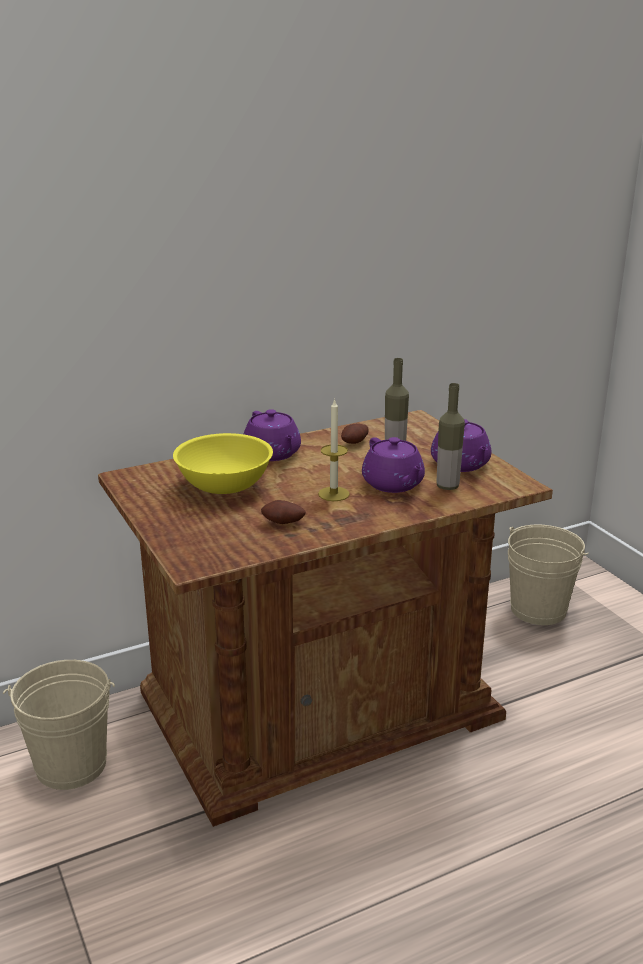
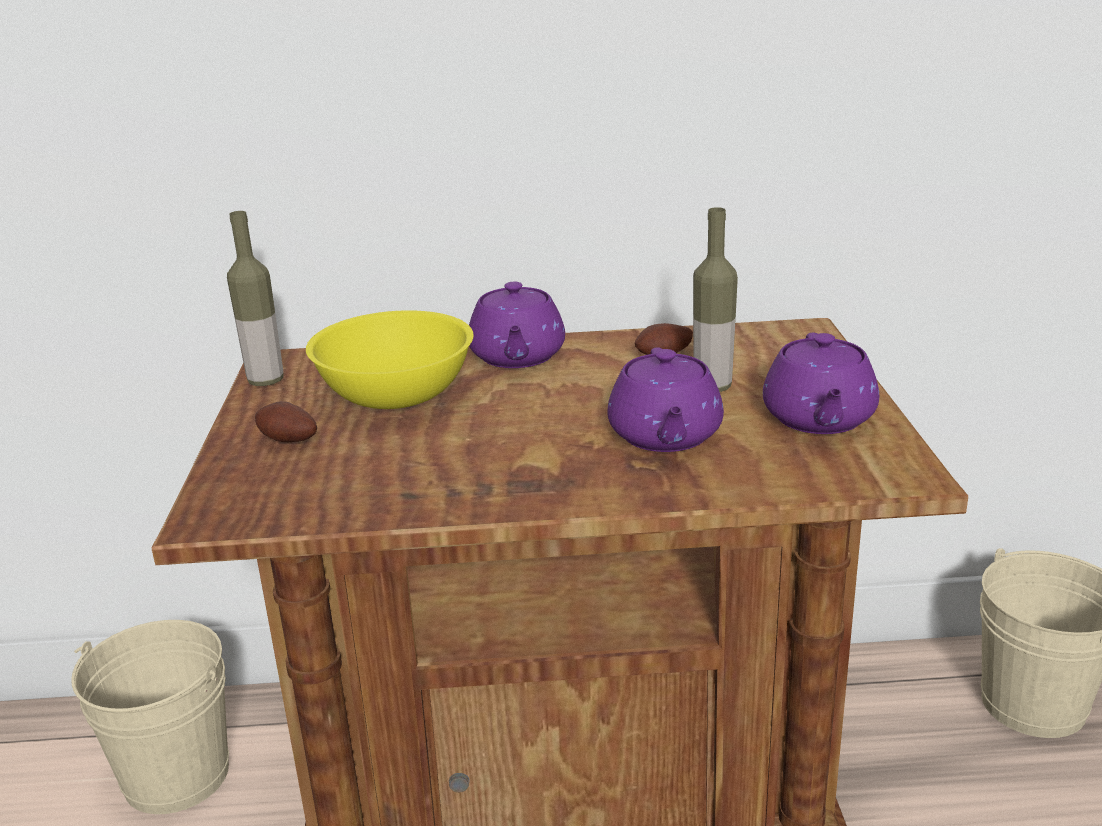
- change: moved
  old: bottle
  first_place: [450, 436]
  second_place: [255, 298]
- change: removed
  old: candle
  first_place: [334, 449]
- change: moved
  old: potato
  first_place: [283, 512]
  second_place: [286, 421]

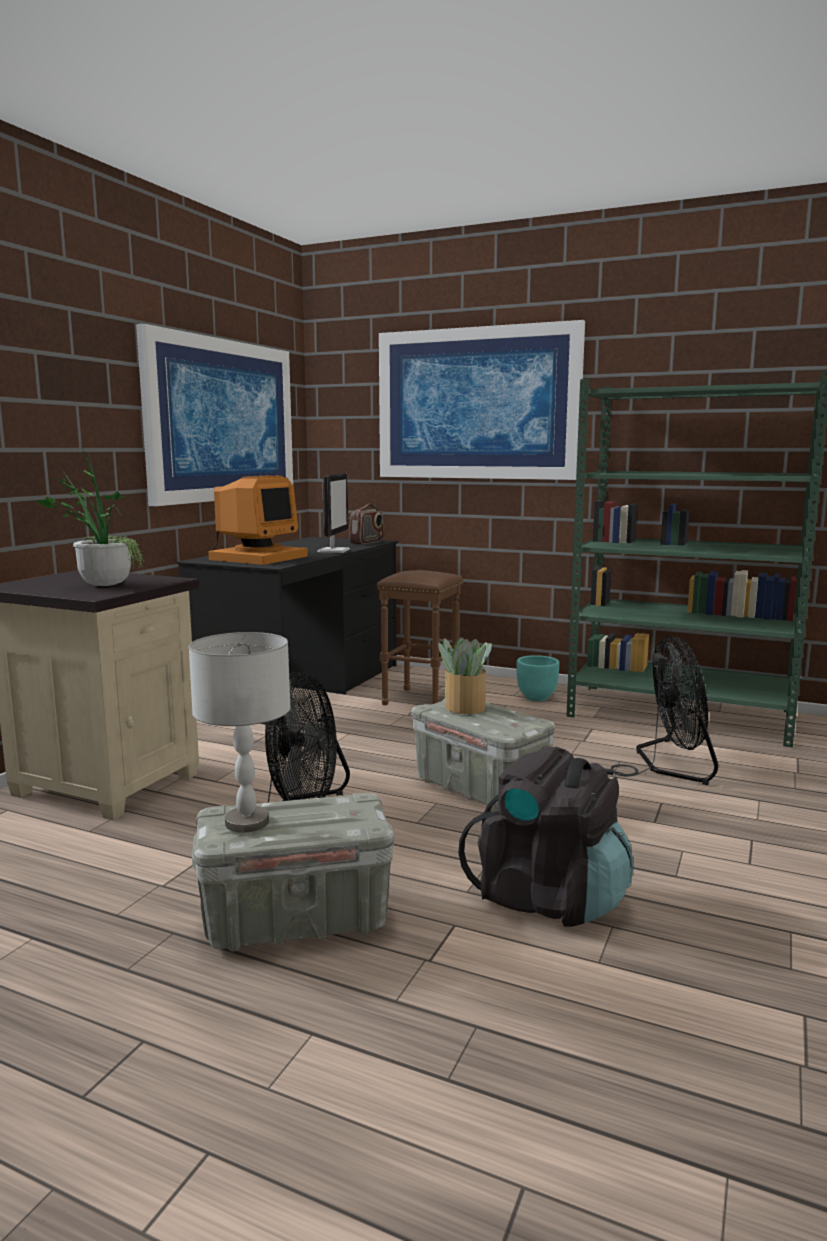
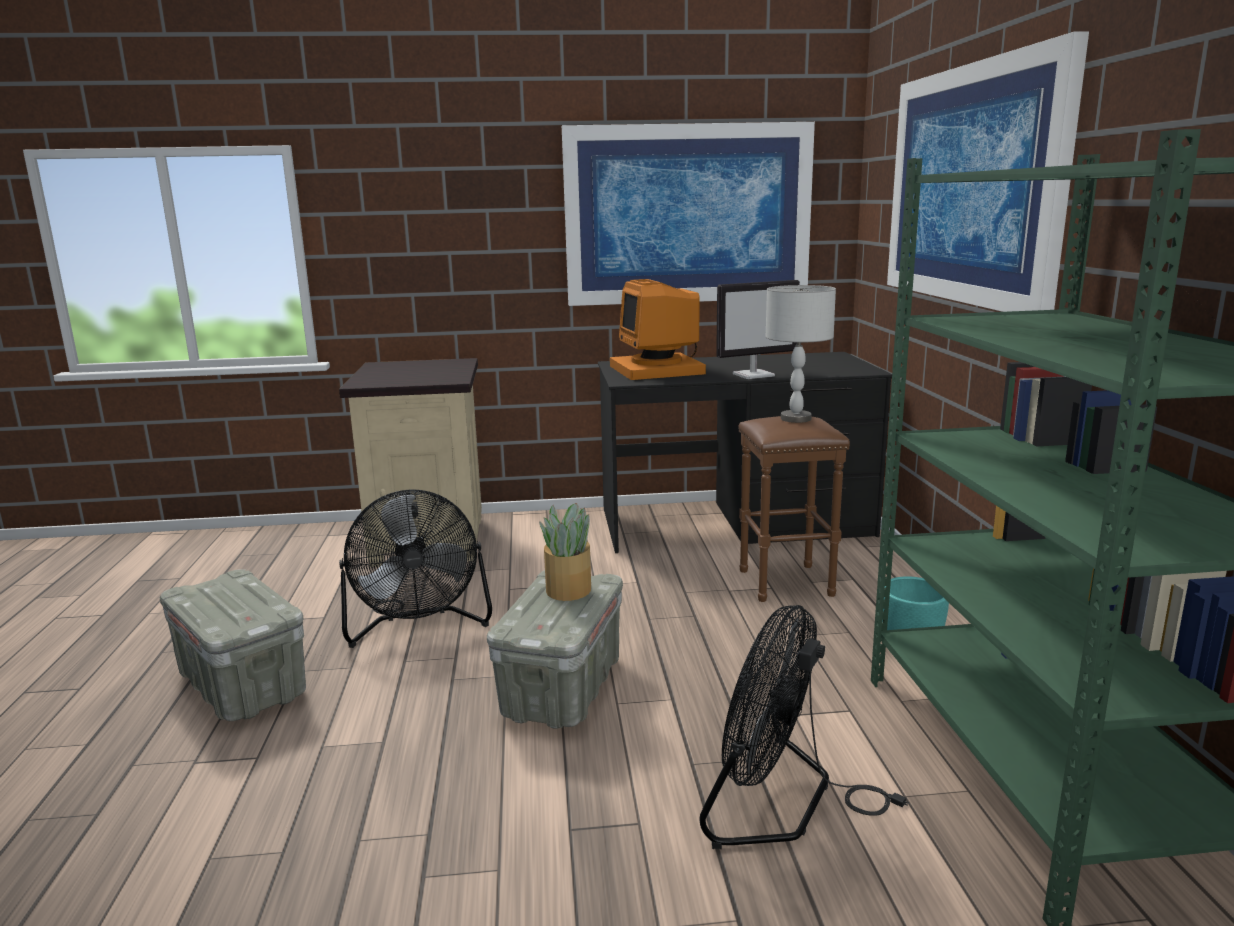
- change: removed
  old: potted plant
  first_place: [89, 512]
- change: turned
  old: monitor
  first_place: [258, 520]
  second_place: [658, 329]
  degrees: 75
- change: removed
  old: radio
  first_place: [366, 524]
- change: moved
  old: table lamp (grey)
  first_place: [240, 732]
  second_place: [800, 354]
- change: turned
  old: fan (black)
  first_place: [662, 711]
  second_place: [804, 727]
  degrees: 150
- change: removed
  old: backpack (black)
  first_place: [545, 837]

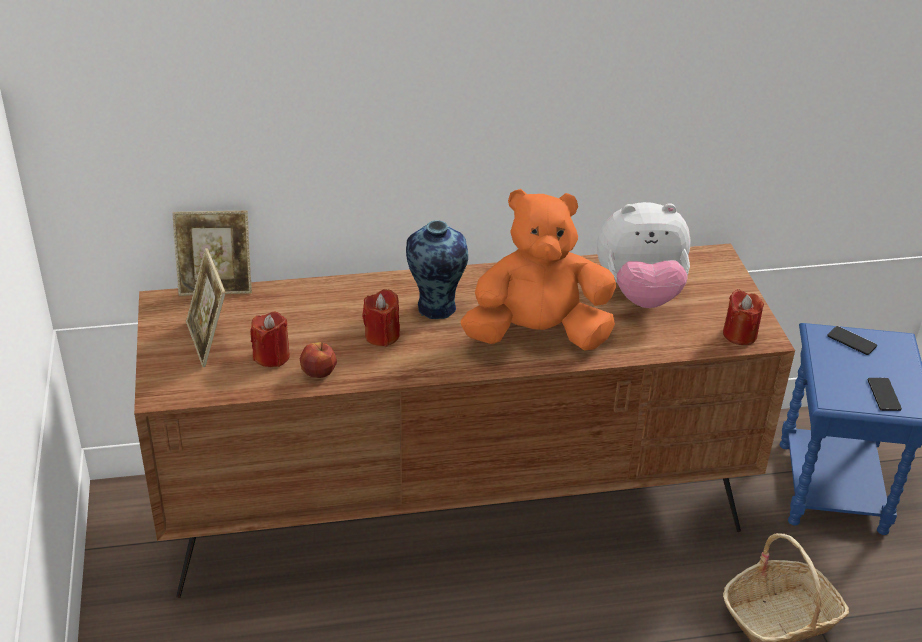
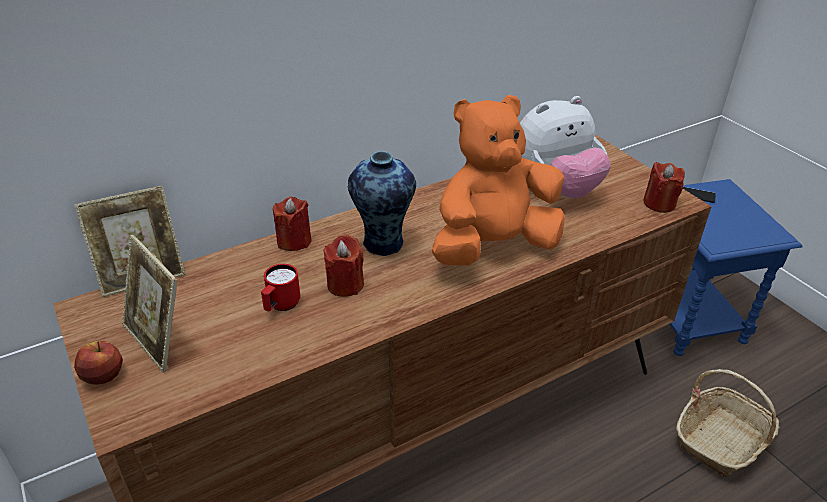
- change: moved
  old: candle (red)
  first_place: [270, 339]
  second_place: [292, 224]
- change: moved
  old: apple
  first_place: [318, 360]
  second_place: [98, 363]
- change: removed
  old: phone
  first_place: [884, 394]
- change: added
  new: mug (red)
  second_place: [280, 287]

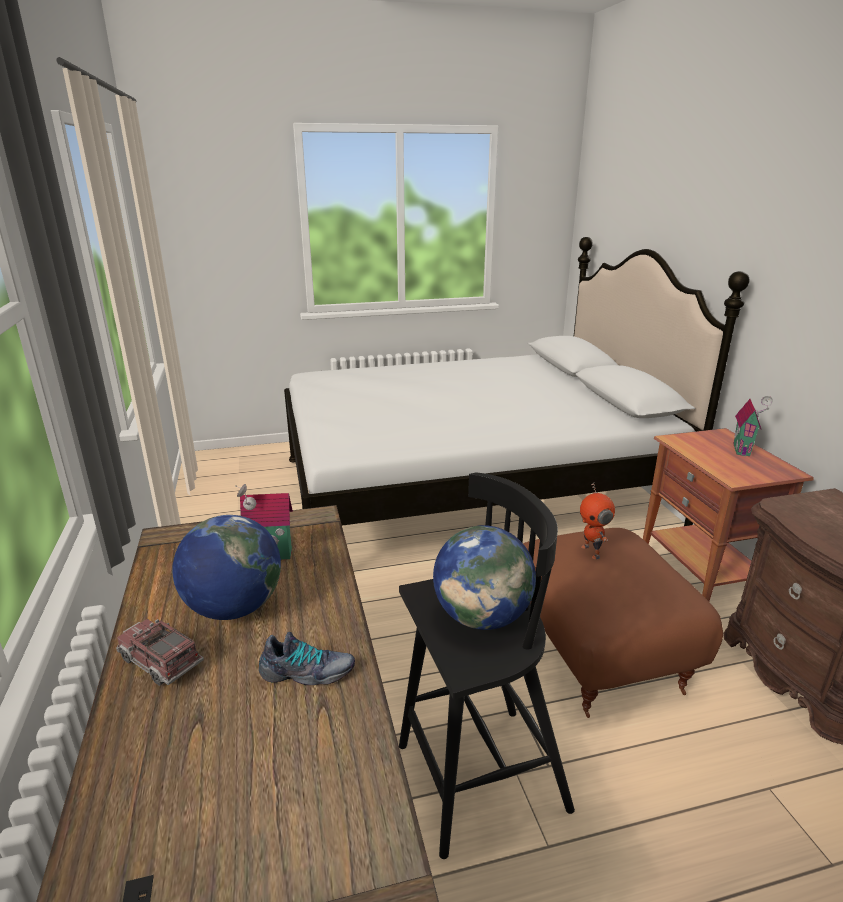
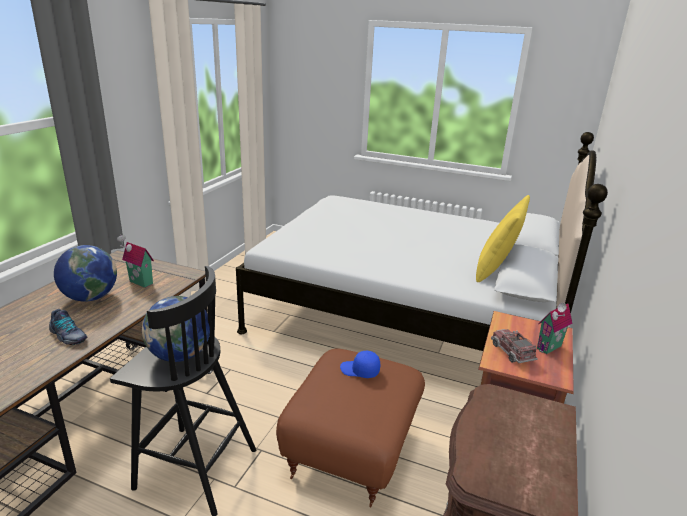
- change: replaced
  old: toy robot
  new: cap (blue)
  first_place: [597, 520]
  second_place: [360, 364]
- change: moved
  old: toy truck
  first_place: [160, 652]
  second_place: [514, 346]
- change: added
  new: pillow (yellow)
  second_place: [503, 238]

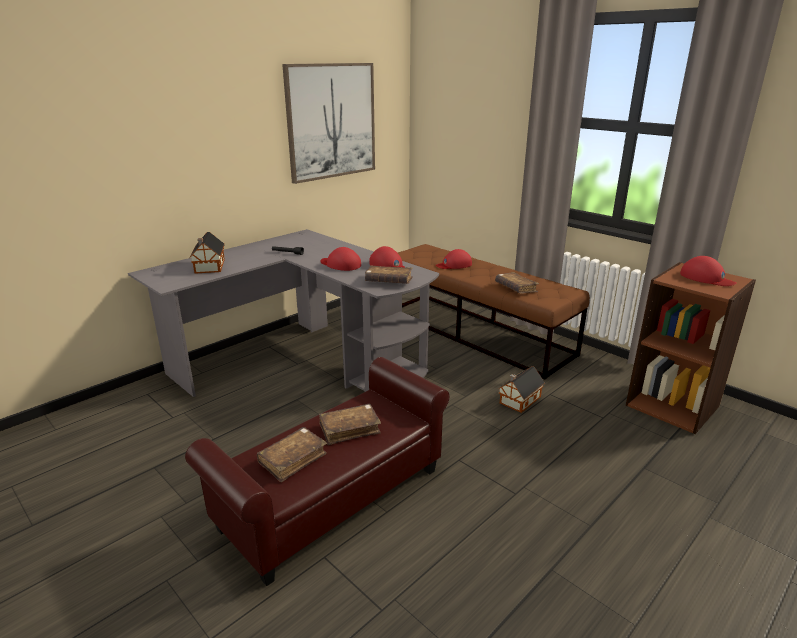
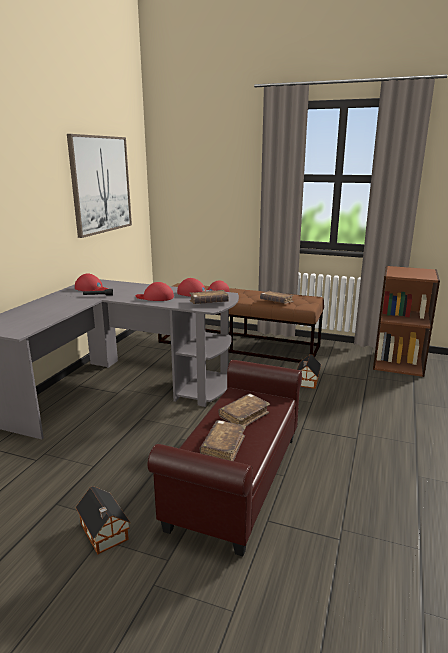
- change: moved
  old: toy house
  first_place: [207, 253]
  second_place: [103, 520]
- change: moved
  old: cap (red)
  first_place: [708, 271]
  second_place: [91, 282]

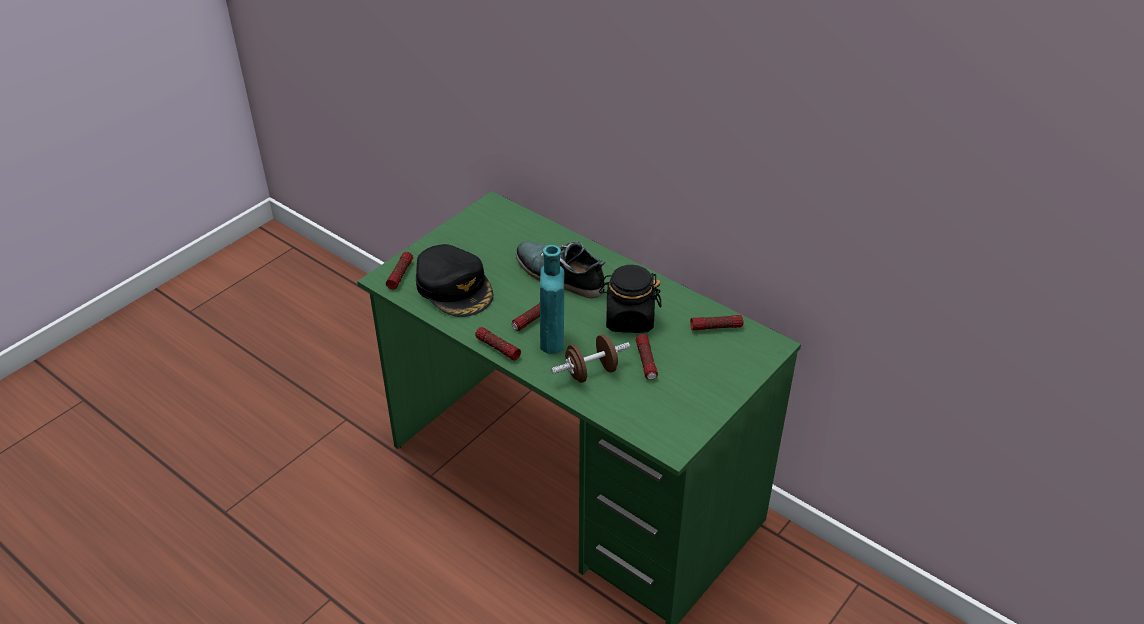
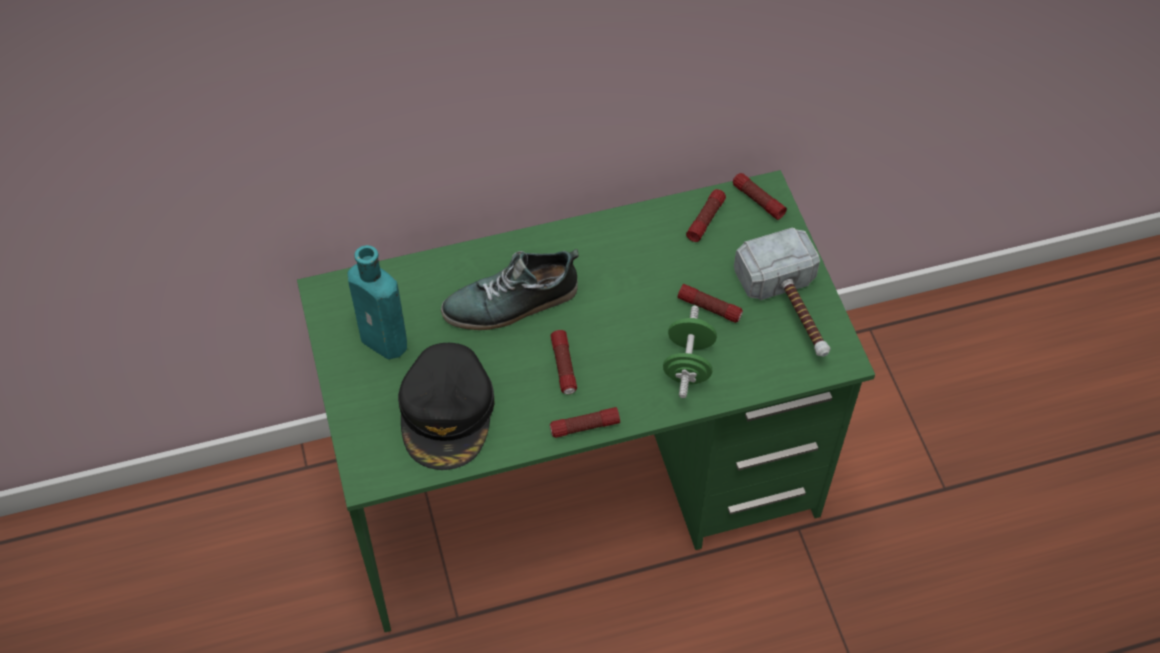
- change: turned
  old: cap (black)
  first_place: [454, 280]
  second_place: [446, 406]
  degrees: 90
- change: moved
  old: bottle (turquoise)
  first_place: [552, 299]
  second_place: [377, 302]
- change: moved
  old: flashlight
  first_place: [399, 270]
  second_place: [760, 196]
- change: removed
  old: jar (black)
  first_place: [630, 299]
- change: recoloured
  old: dumbbell (brown)
  new: dumbbell (green)
  first_place: [590, 359]
  second_place: [690, 352]
- change: added
  new: hammer
  second_place: [782, 292]

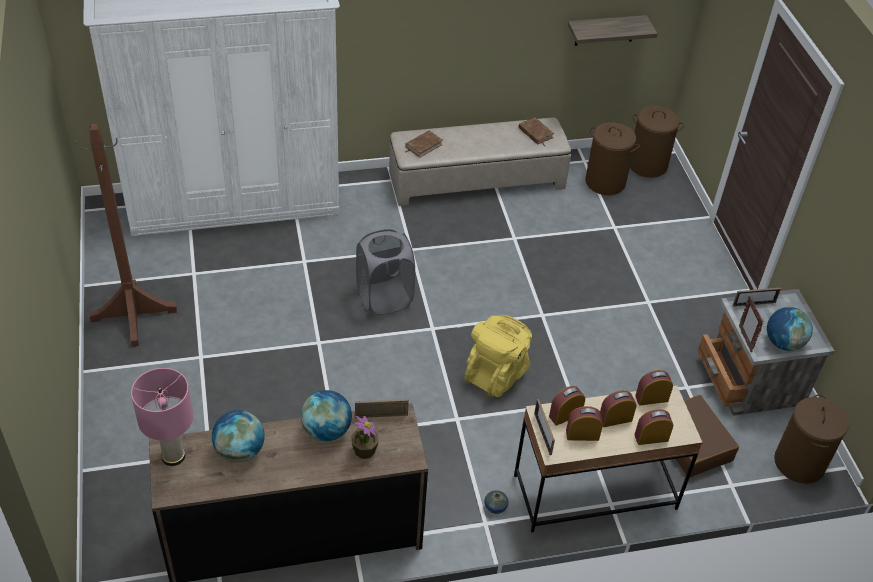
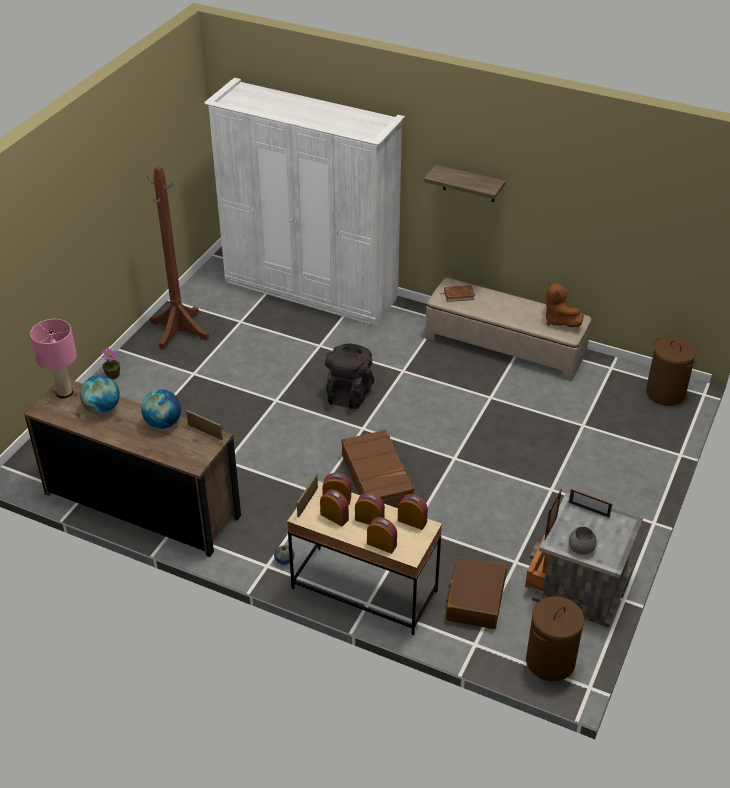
- change: moved
  old: shelf
  first_place: [613, 30]
  second_place: [464, 183]
- change: replaced
  old: book (brown)
  new: plush toy (brown)
  first_place: [536, 131]
  second_place: [564, 304]
- change: removed
  old: laundry basket (brown)
  first_place: [612, 158]
- change: replaced
  old: laundry basket (grey)
  new: backpack (black)
  first_place: [385, 272]
  second_place: [349, 376]
- change: replaced
  old: globe
  new: bowl (grey)
  first_place: [790, 329]
  second_place: [583, 541]
- change: replaced
  old: backpack (yellow)
  new: suitcase (brown)
  first_place: [498, 356]
  second_place: [378, 469]
- change: moved
  old: potted plant
  first_place: [365, 437]
  second_place: [110, 363]

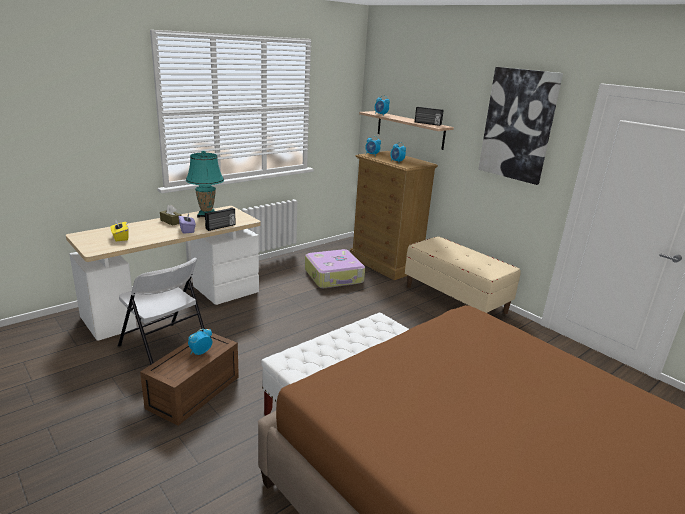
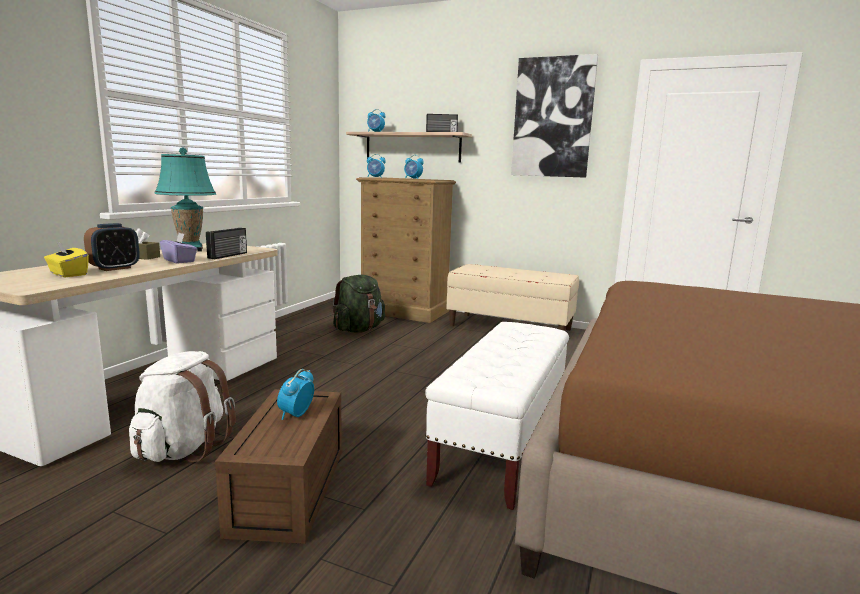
- change: replaced
  old: suitcase
  new: backpack (green)
  first_place: [335, 268]
  second_place: [359, 304]
- change: replaced
  old: chair (white)
  new: backpack (white)
  first_place: [161, 311]
  second_place: [182, 406]
- change: added
  new: alarm clock
  second_place: [112, 247]

